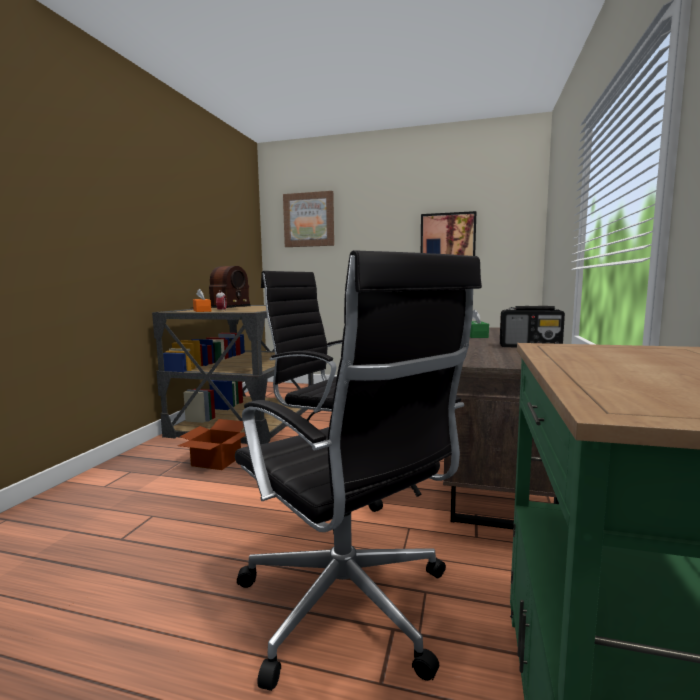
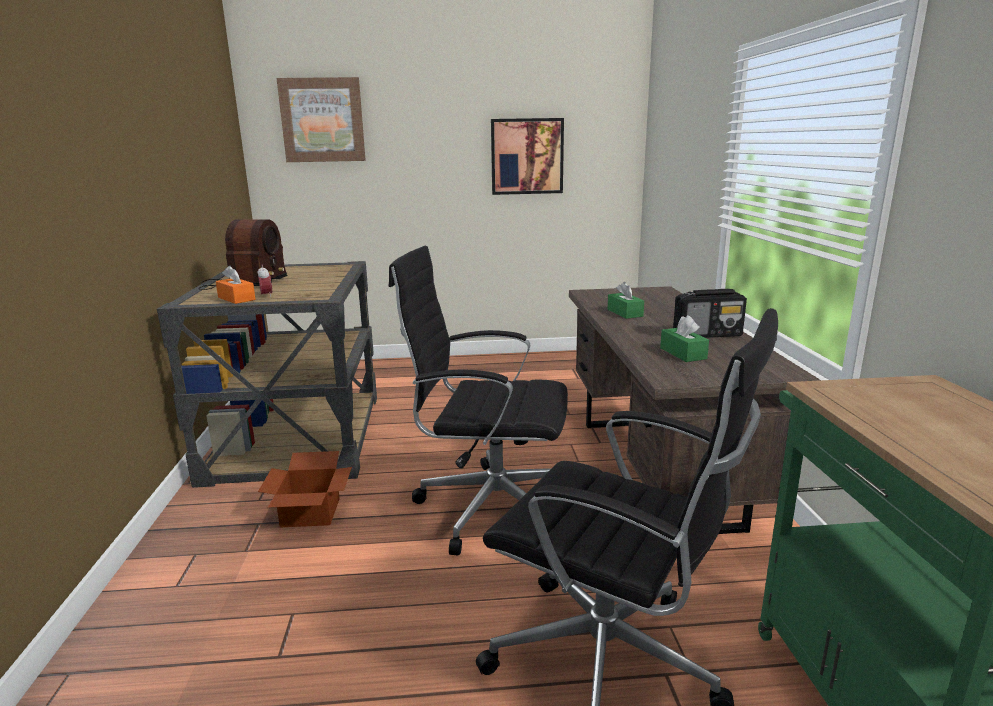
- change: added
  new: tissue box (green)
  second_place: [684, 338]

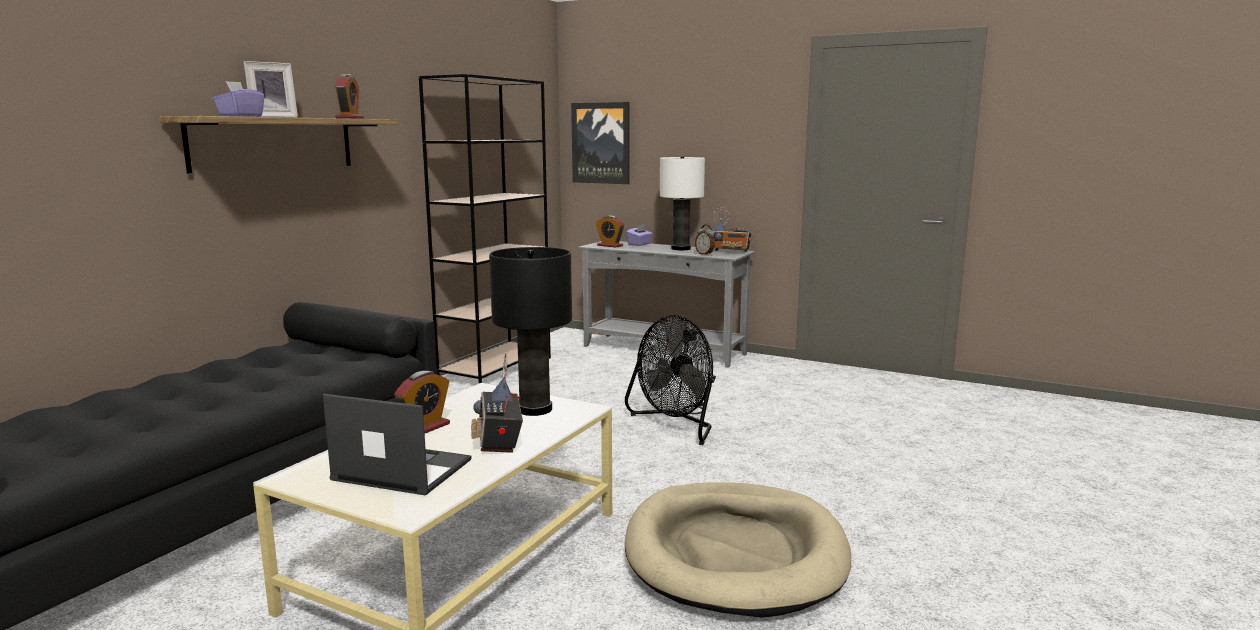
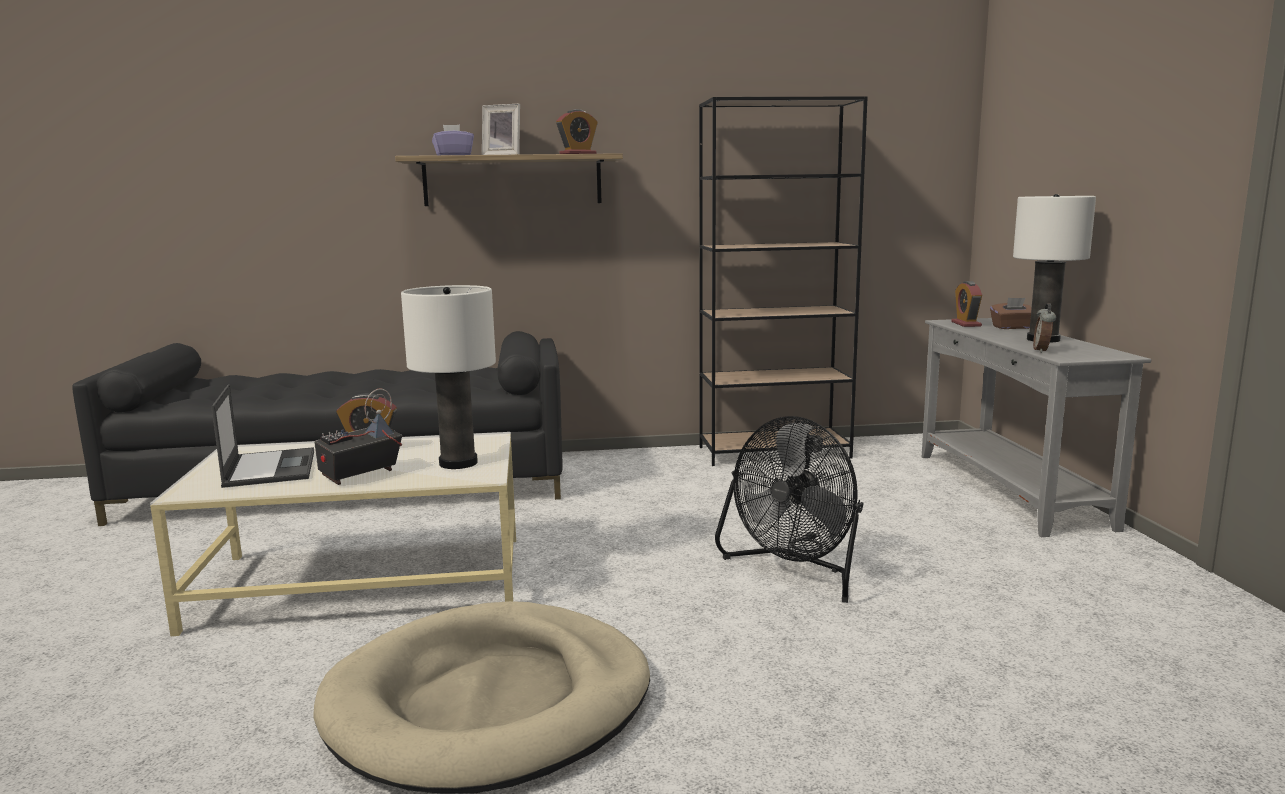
- change: removed
  old: picture
  first_place: [600, 143]
- change: removed
  old: radio
  first_place: [732, 229]
- change: recoloured
  old: tissue box (purple)
  new: tissue box (brown)
  first_place: [639, 235]
  second_place: [1011, 313]
- change: recoloured
  old: table lamp (black)
  new: table lamp (white)
  first_place: [530, 331]
  second_place: [448, 377]
- change: turned
  old: fan (black)
  first_place: [670, 380]
  second_place: [789, 509]
  degrees: -60

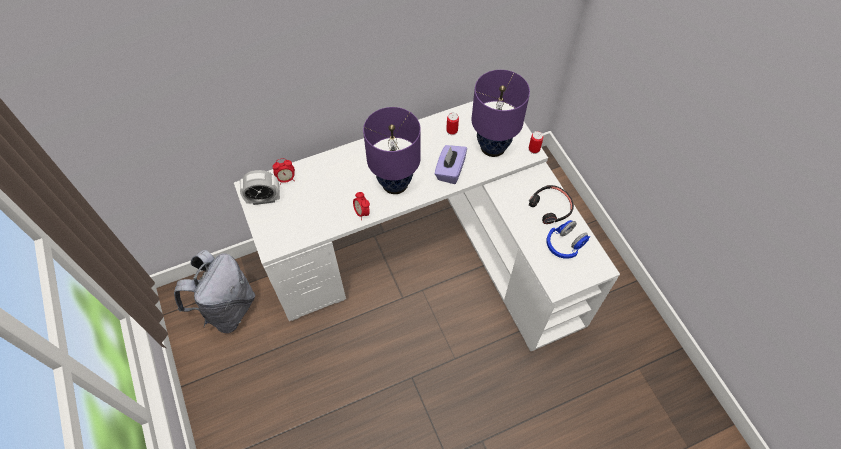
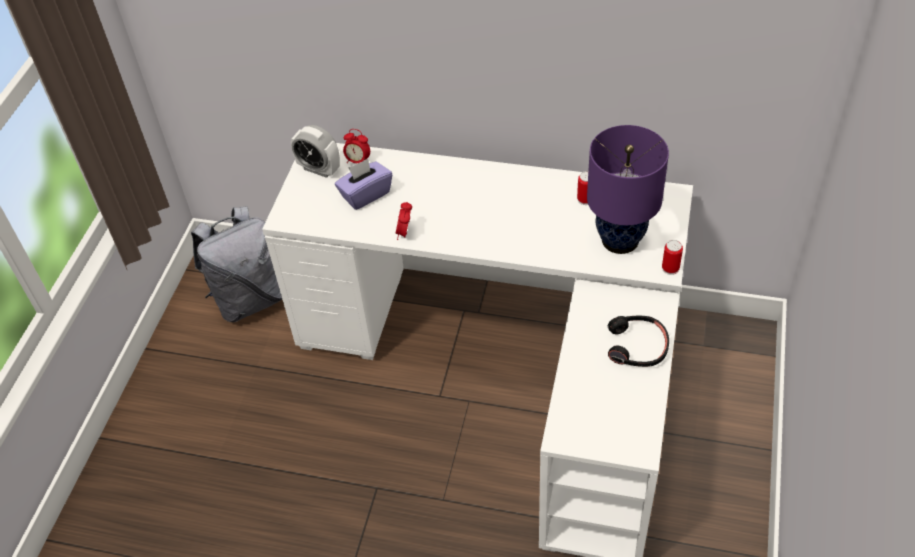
- change: removed
  old: table lamp (purple)
  first_place: [392, 150]
- change: moved
  old: tissue box (purple)
  first_place: [451, 164]
  second_place: [363, 184]
- change: removed
  old: headphones (blue)
  first_place: [568, 239]

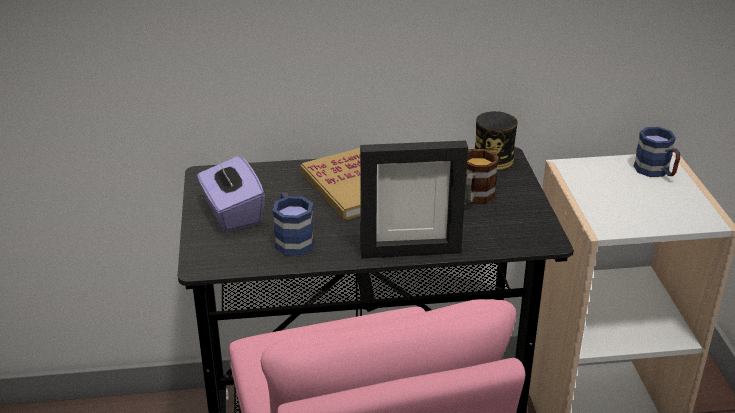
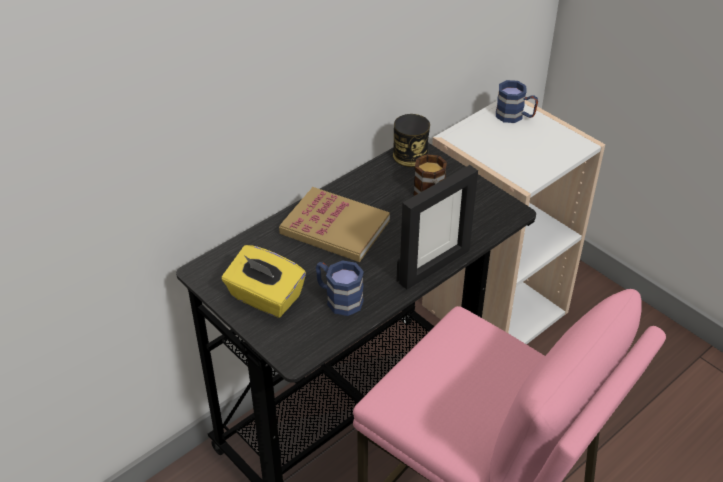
- change: recoloured
  old: tissue box (purple)
  new: tissue box (yellow)
  first_place: [231, 194]
  second_place: [264, 281]

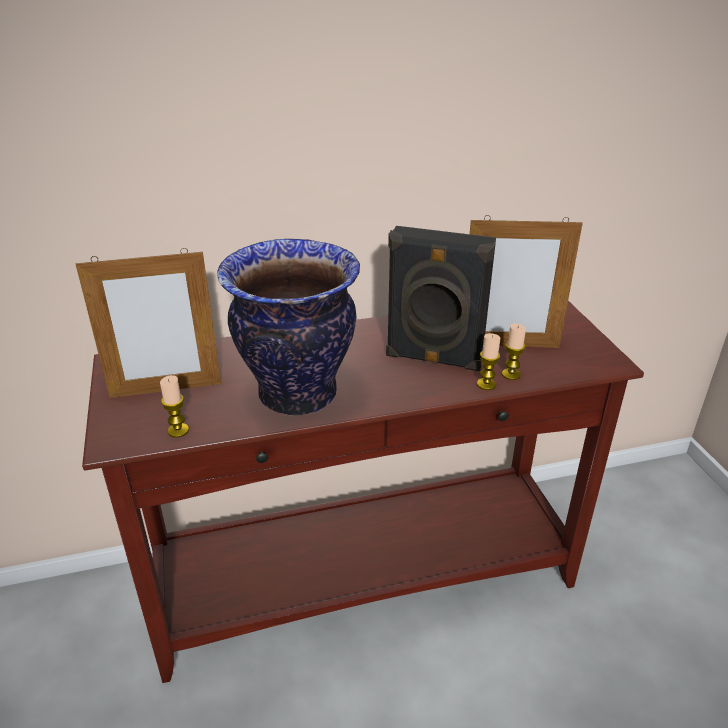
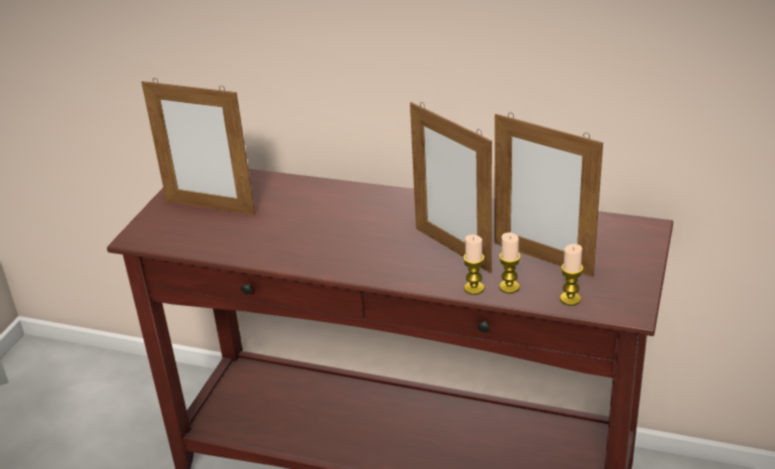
- change: replaced
  old: speaker (black)
  new: picture frame
  first_place: [441, 298]
  second_place: [451, 187]
- change: removed
  old: vase
  first_place: [288, 327]
- change: moved
  old: candle
  first_place: [174, 406]
  second_place: [571, 275]

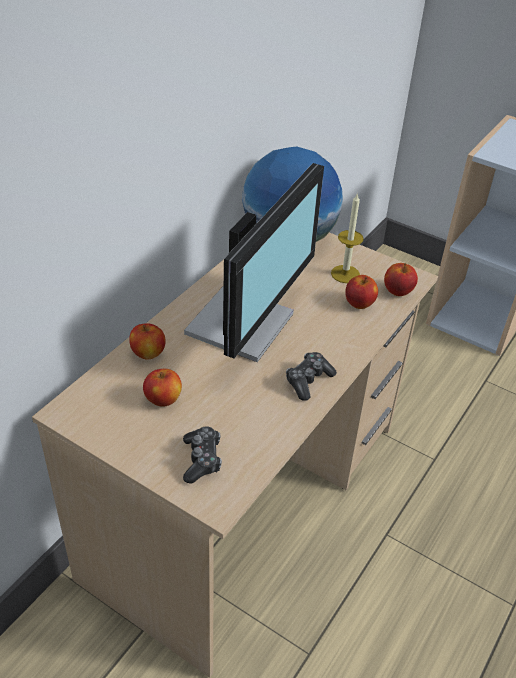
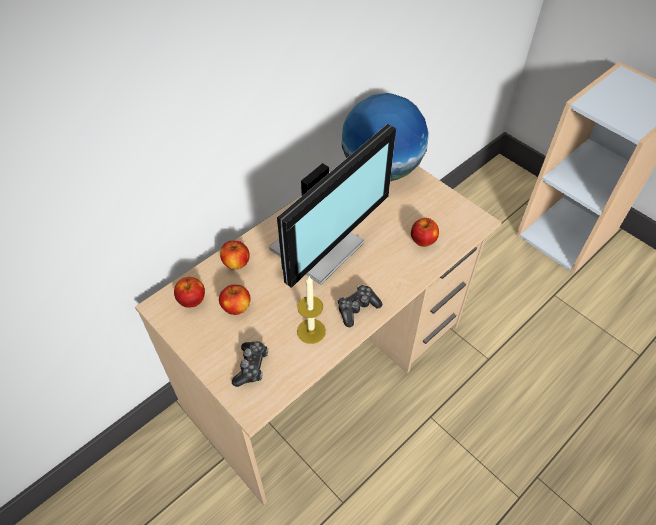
- change: moved
  old: candle
  first_place: [347, 238]
  second_place: [311, 310]
- change: moved
  old: apple
  first_place: [401, 279]
  second_place: [189, 292]

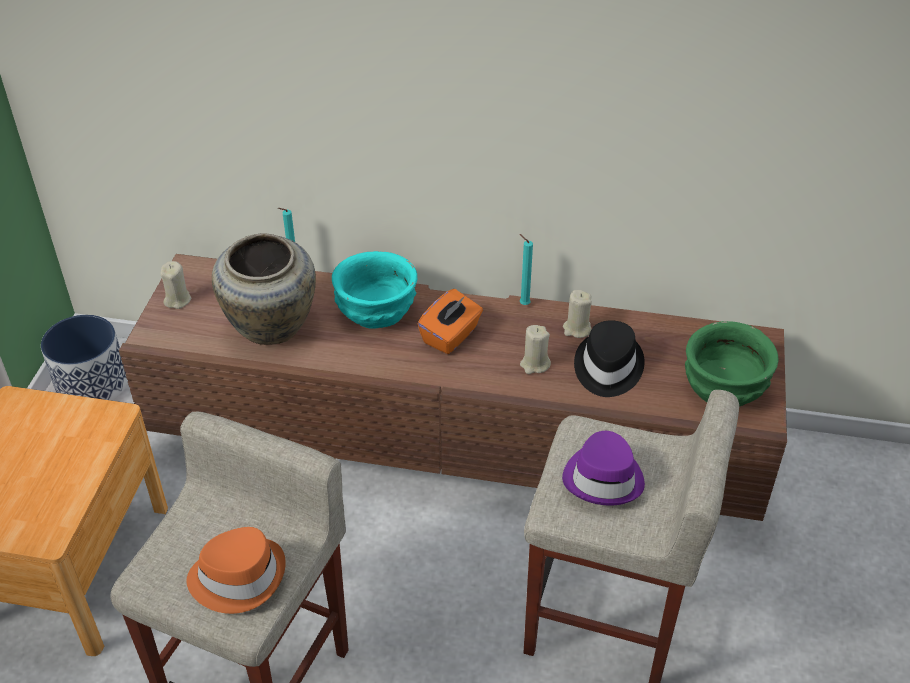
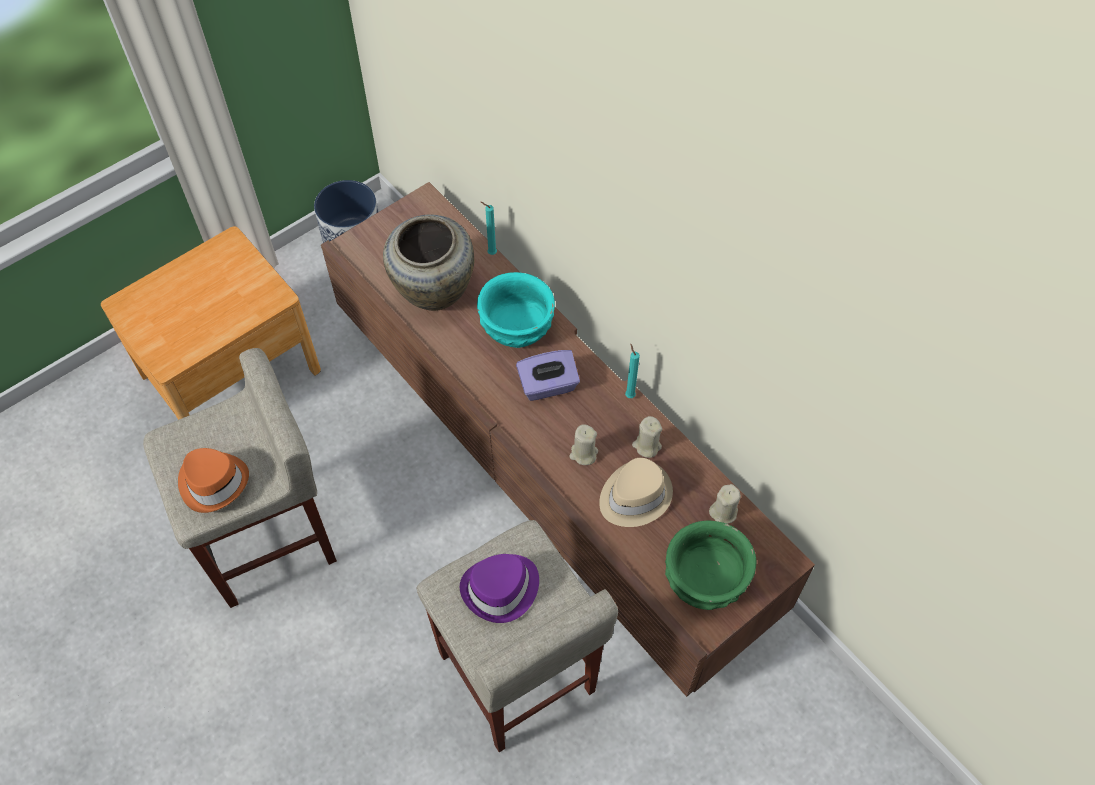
- change: moved
  old: candle (beige)
  first_place: [176, 285]
  second_place: [725, 504]
- change: recoloured
  old: tissue box (orange)
  new: tissue box (purple)
  first_place: [450, 321]
  second_place: [548, 375]
- change: recoloured
  old: hat (black)
  new: hat (beige)
  first_place: [609, 358]
  second_place: [636, 492]

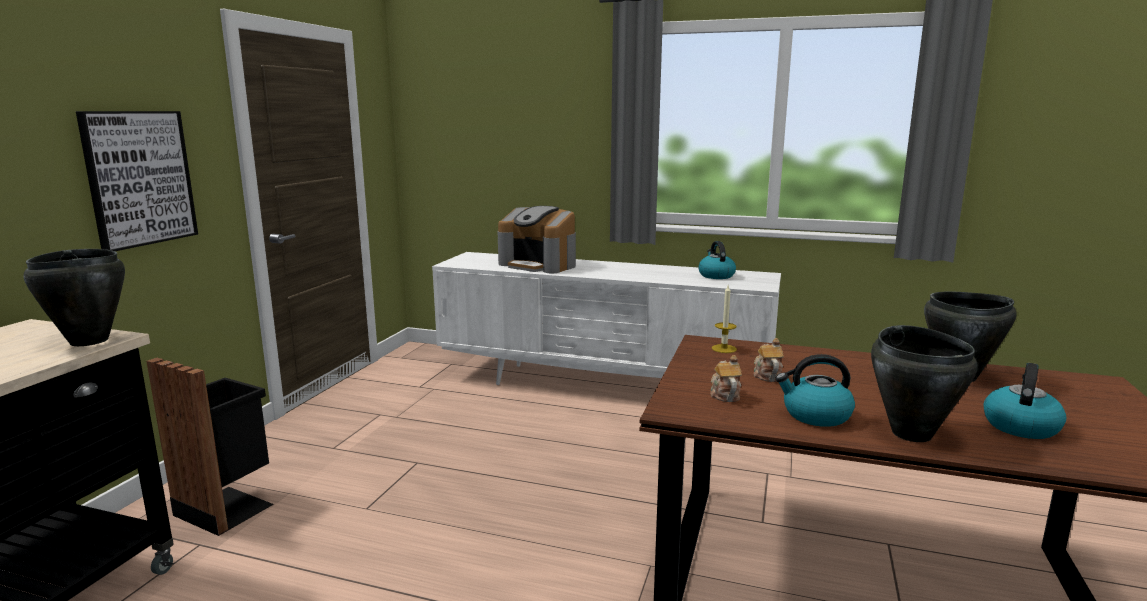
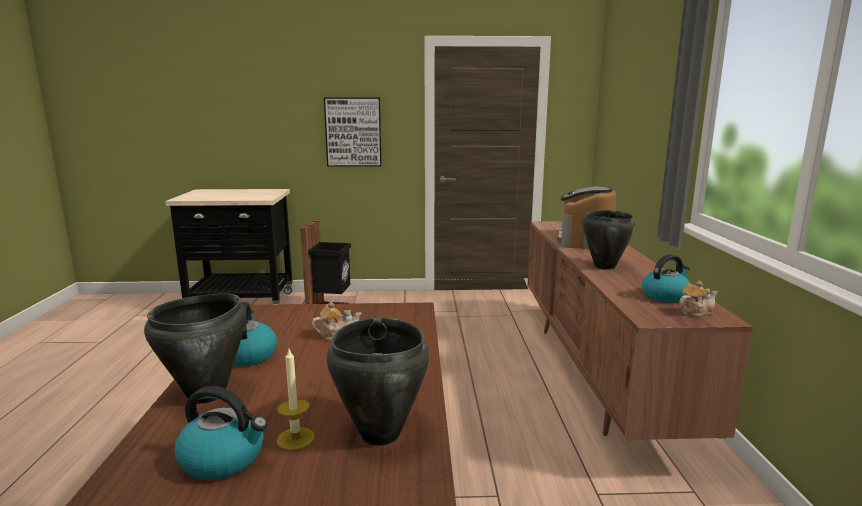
- change: moved
  old: cooking pot (black)
  first_place: [74, 297]
  second_place: [609, 240]
- change: recoloured
  old: cabinet (white)
  new: cabinet (brown)
  first_place: [606, 318]
  second_place: [640, 331]
- change: moved
  old: candle
  first_place: [724, 319]
  second_place: [296, 399]
- change: moved
  old: teapot
  first_place: [726, 378]
  second_place: [698, 299]

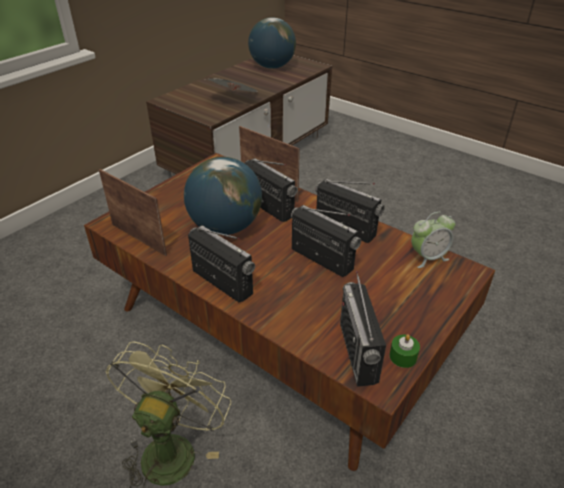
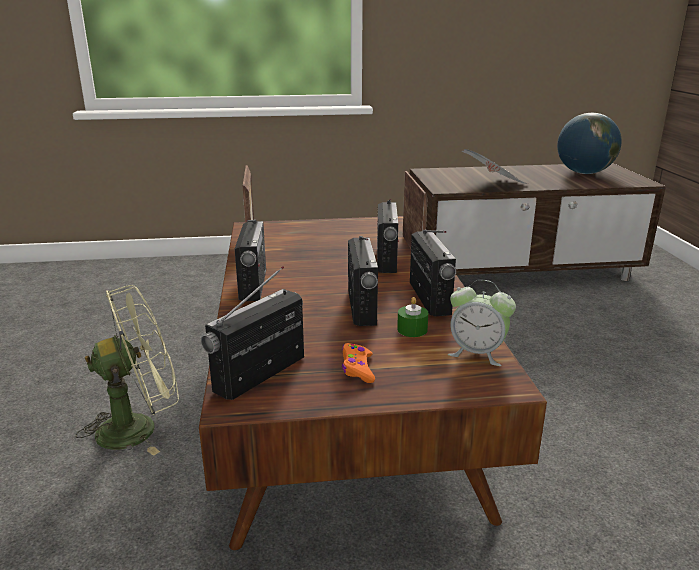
- change: removed
  old: globe
  first_place: [223, 196]
- change: moved
  old: candle (green)
  first_place: [405, 351]
  second_place: [412, 317]
- change: added
  new: game controller (orange)
  second_place: [358, 363]

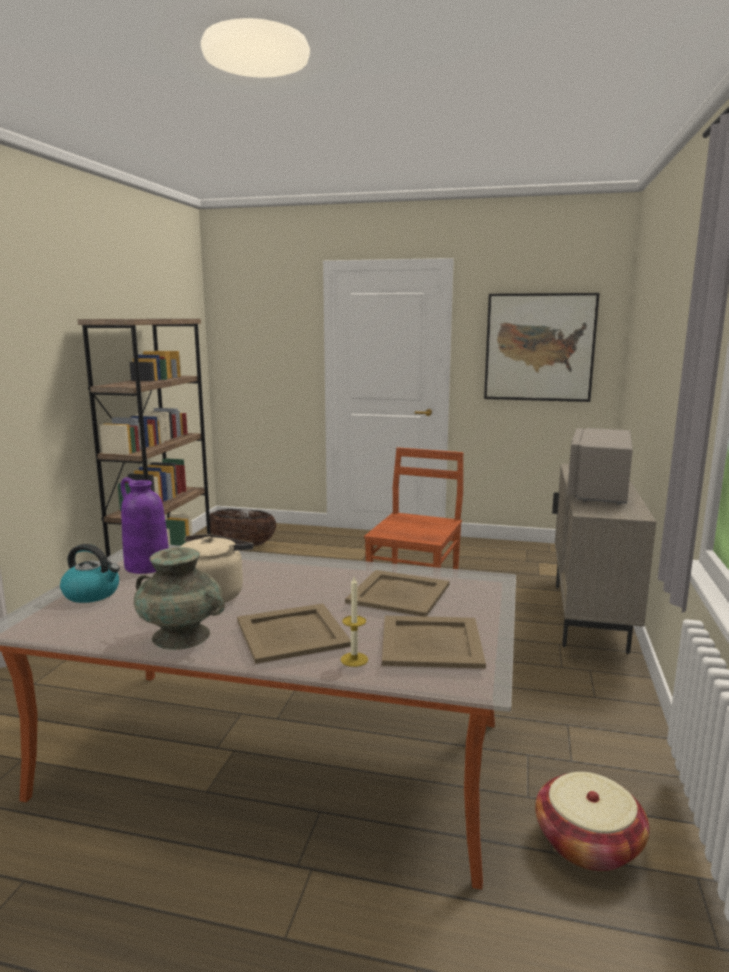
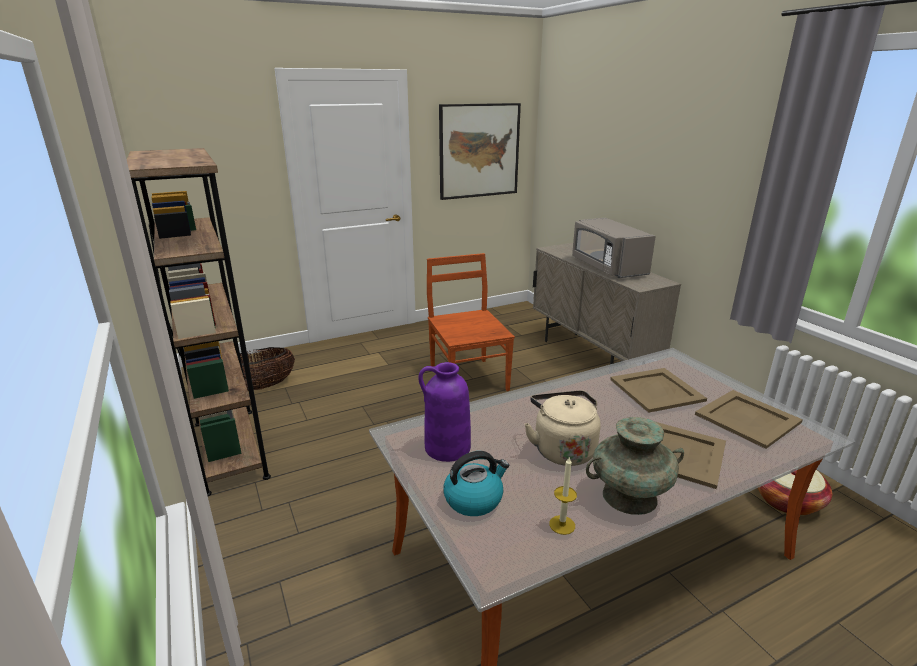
- change: moved
  old: candle
  first_place: [354, 622]
  second_place: [563, 495]

